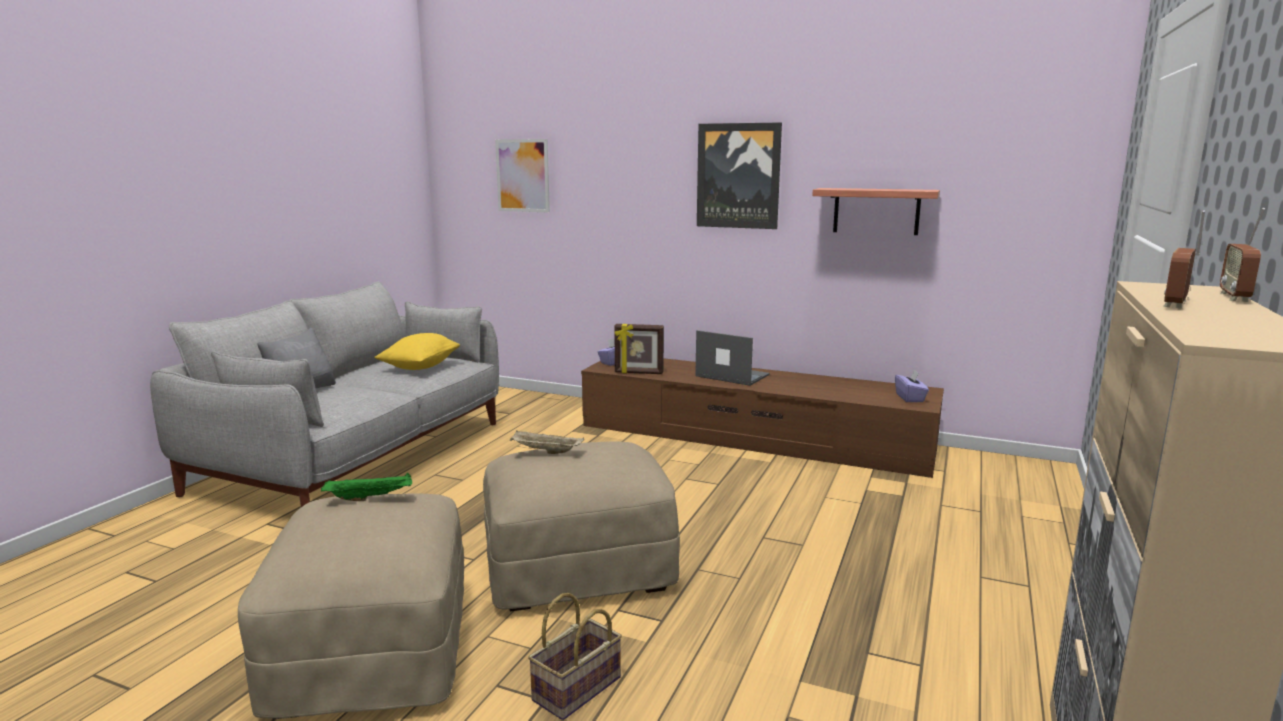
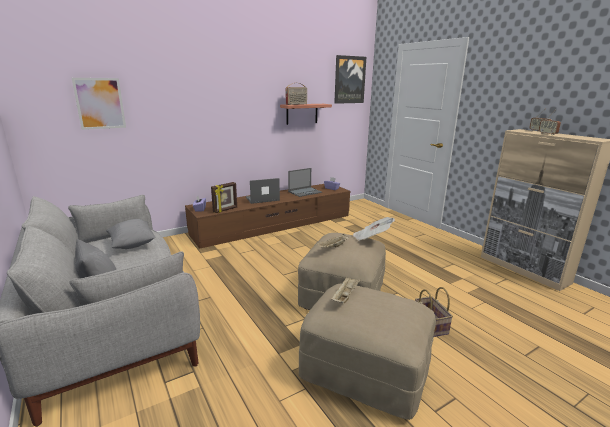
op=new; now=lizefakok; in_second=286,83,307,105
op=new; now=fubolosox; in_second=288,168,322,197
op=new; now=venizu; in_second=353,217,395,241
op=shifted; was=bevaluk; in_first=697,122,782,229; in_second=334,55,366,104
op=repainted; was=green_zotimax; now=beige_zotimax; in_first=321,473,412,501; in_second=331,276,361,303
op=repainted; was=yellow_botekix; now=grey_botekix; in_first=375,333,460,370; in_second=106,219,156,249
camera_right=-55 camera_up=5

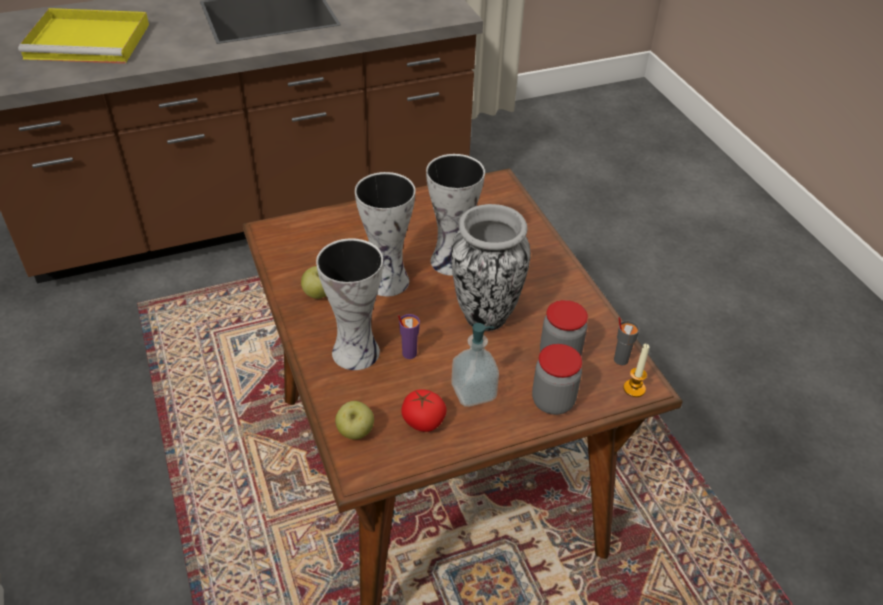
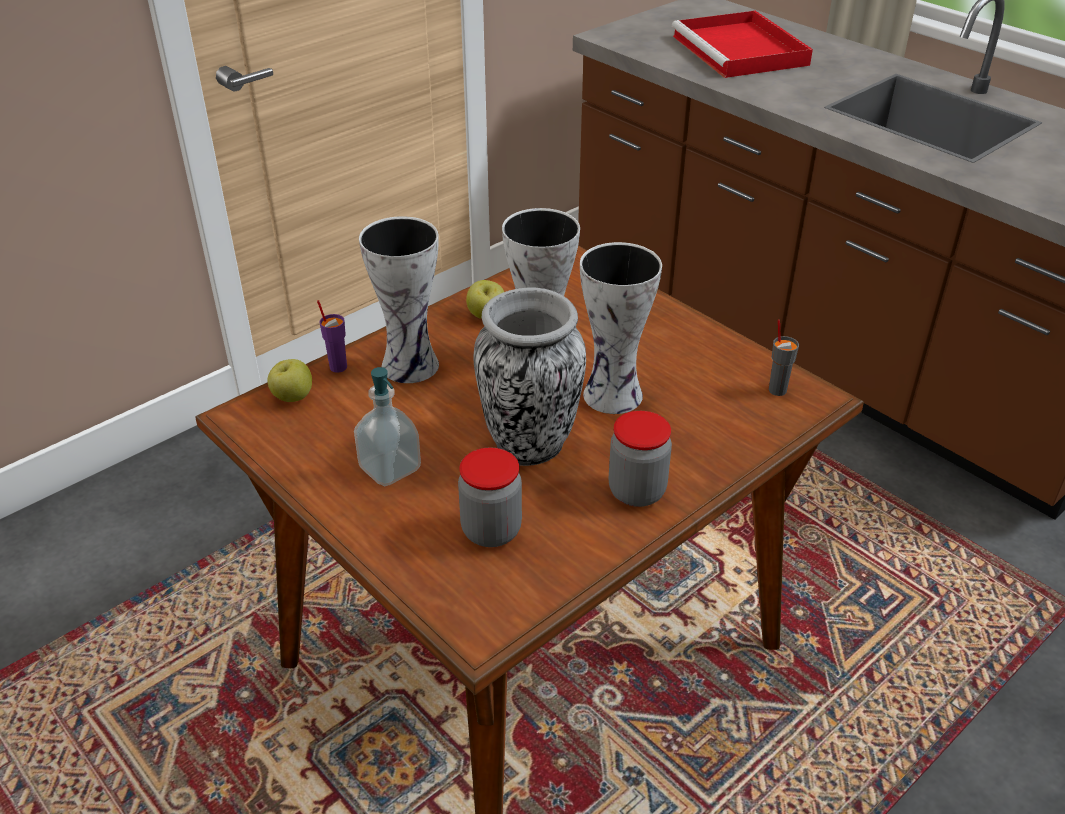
op=gone; was=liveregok; in_first=401,389,447,432
op=gone; was=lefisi; in_first=623,344,649,397
op=shifted; was=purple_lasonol; in_first=398,314,420,359; in_second=317,300,347,373
op=shifted; was=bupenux; in_first=532,344,582,415; in_second=608,411,672,507
op=shifted; was=grey_lasonol; in_first=614,317,640,365; in_second=769,320,799,396
op=repainted; was=yellow_zotimax; now=red_zotimax; in_first=18,8,149,64; in_second=671,11,813,78
camera_right=70 camera_up=-5

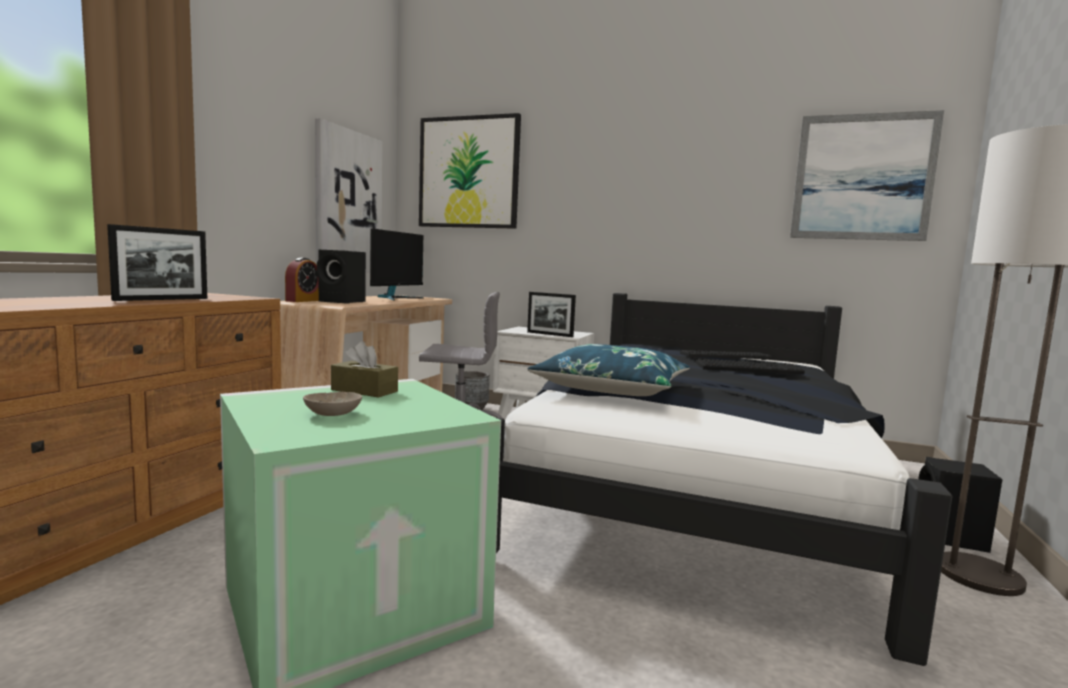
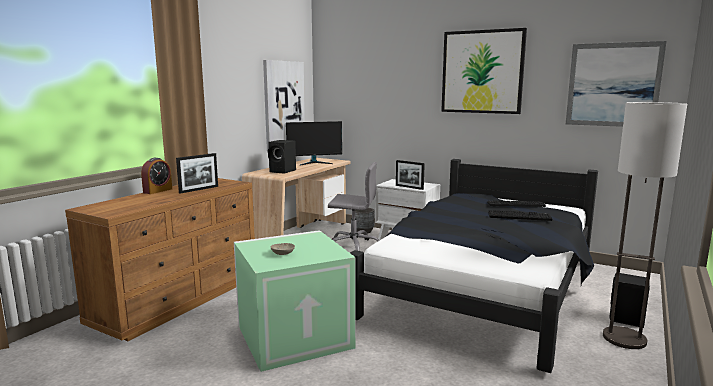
op=gone; was=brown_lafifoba; in_first=331,341,398,398
op=gone; was=blue_botekix; in_first=527,344,690,396
op=shifted; was=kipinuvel; in_first=285,258,319,302; in_second=141,158,172,194
op=shifted; was=bevaluk; in_first=419,113,521,229; in_second=441,28,527,114
op=rotated; was=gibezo; in_first=370,228,424,301; in_second=286,121,342,166; clockwise=45
camera_right=10 camera_up=5

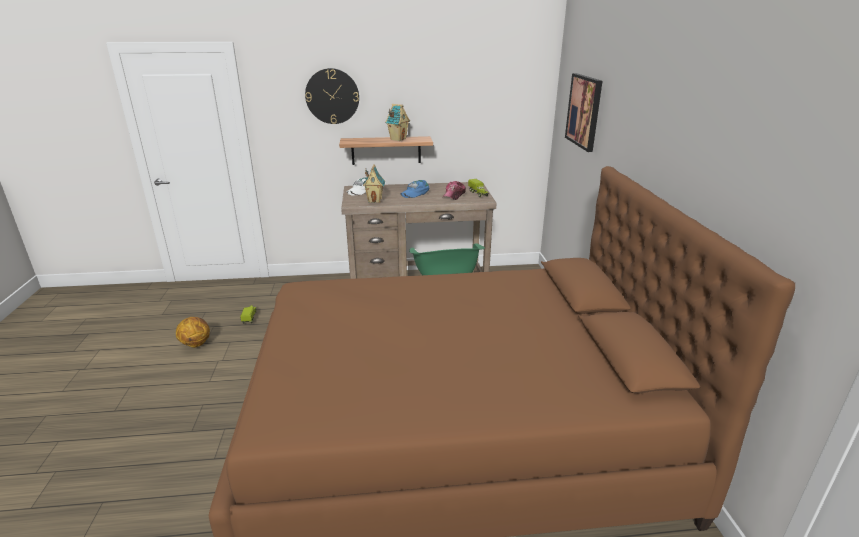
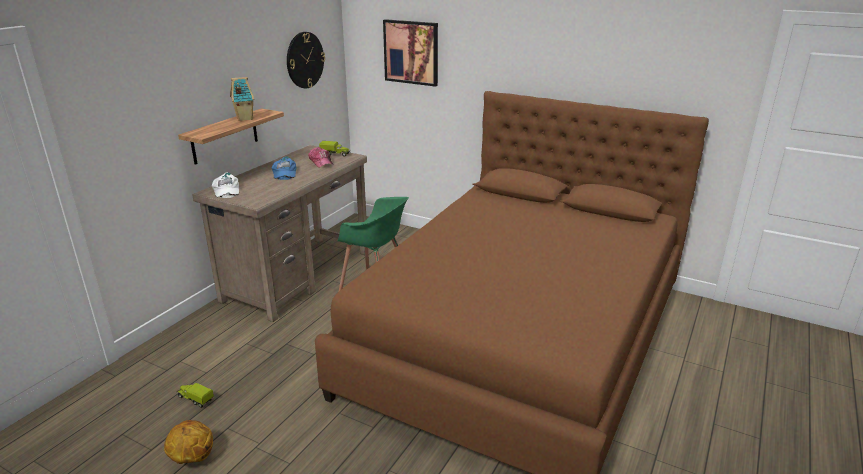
op=gone; was=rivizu; in_first=363,164,385,203
op=shifted; was=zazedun; in_first=305,68,359,124; in_second=287,32,325,88
camera_right=-55 camera_up=0

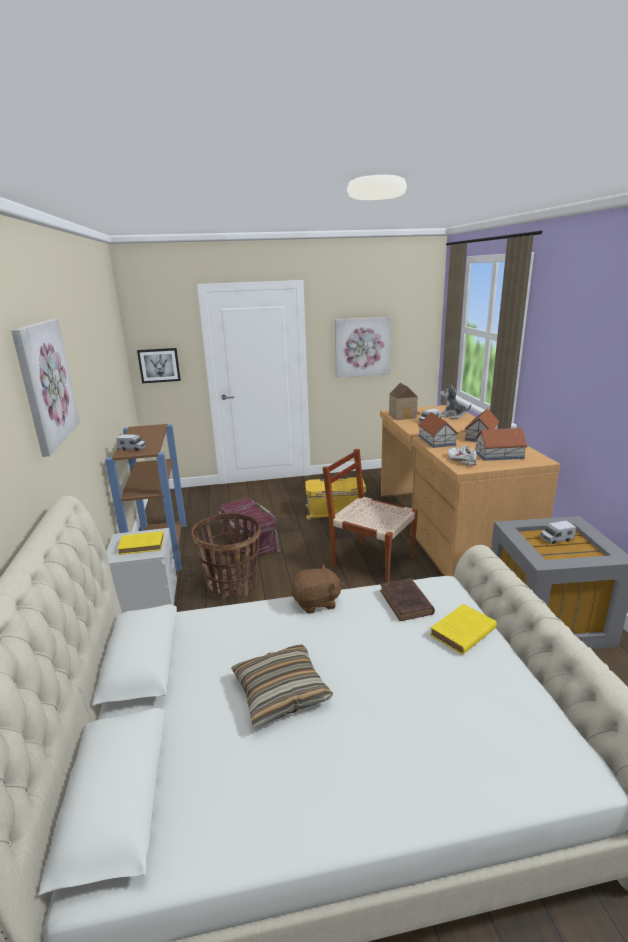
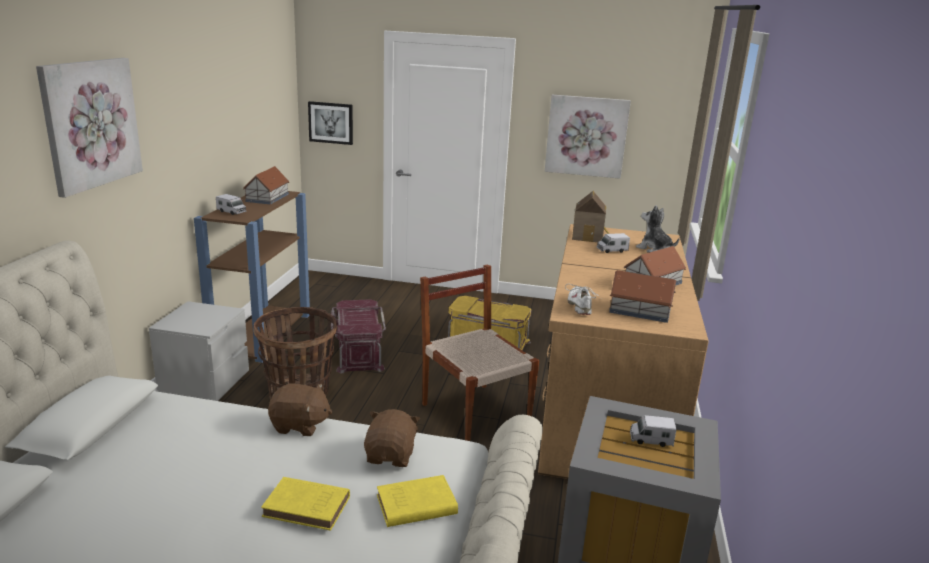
op=gone; was=botekix; in_first=231,644,333,727
op=shifted; was=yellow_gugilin; in_first=117,531,164,555; in_second=261,477,350,531
op=shifted; was=rivizu; in_first=418,412,458,448; in_second=243,166,289,204
op=swapped; was=brown_gugilin; now=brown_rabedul; in_first=380,578,435,621; in_second=364,409,420,467
camera_right=20 camera_up=0

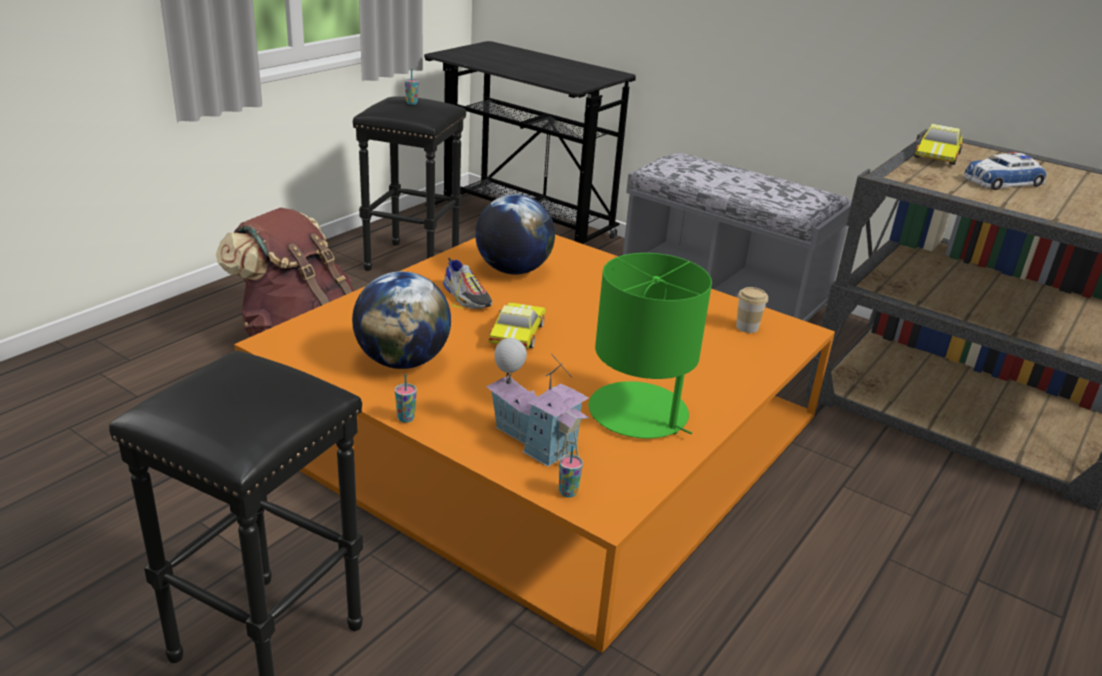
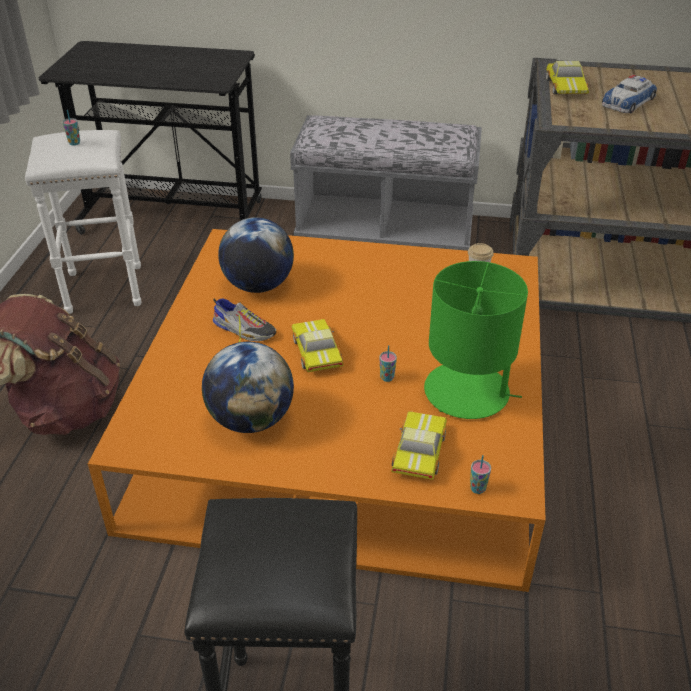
op=shifted; was=lasonol; in_first=395,374,417,423; in_second=379,345,397,382
op=swapped; was=rivizu; now=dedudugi; in_first=486,338,589,467; in_second=391,411,447,480
op=repainted; was=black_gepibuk; now=white_gepibuk; in_first=353,96,466,271; in_second=25,130,141,314
camera_right=-25 camera_up=10

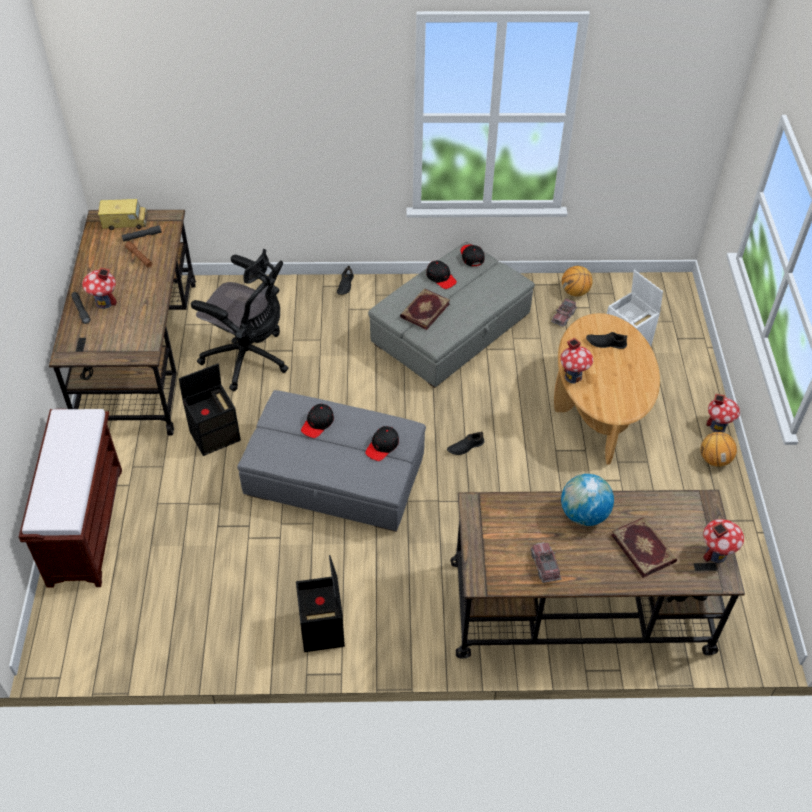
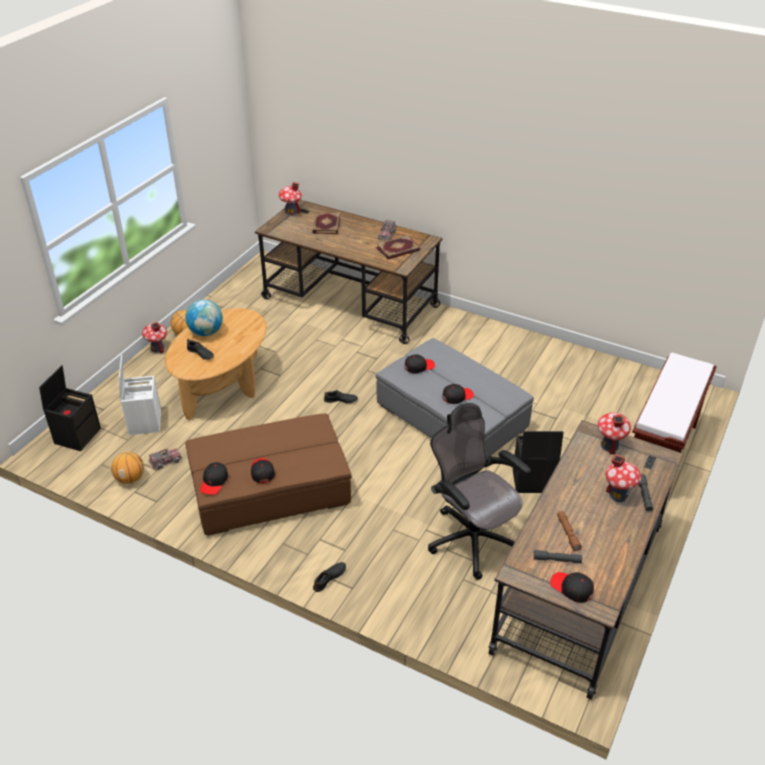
op=shifted; was=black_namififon; in_first=296,555,345,652; in_second=39,365,101,451
op=shifted; was=gugilin; in_first=400,288,450,330; in_second=376,235,420,259
op=shifted; was=rivizu; in_first=560,338,593,384; in_second=598,412,631,454
op=shifted; was=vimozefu; in_first=561,474,614,526; in_second=185,300,223,336
op=swapped; was=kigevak; now=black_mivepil; in_first=98,199,148,230; in_second=550,572,594,603
op=repainted; was=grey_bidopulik; now=brown_bidopulik; in_first=368,242,535,388; in_second=185,413,352,536
camera_right=-150 camera_up=-10

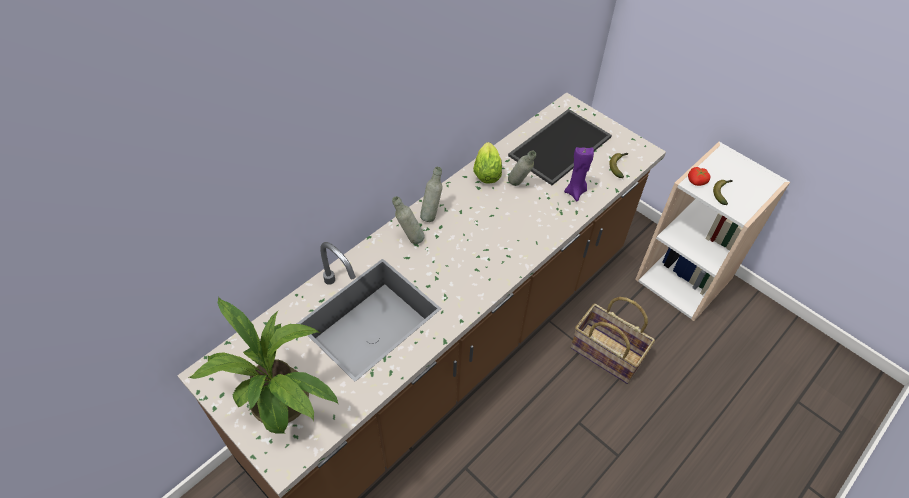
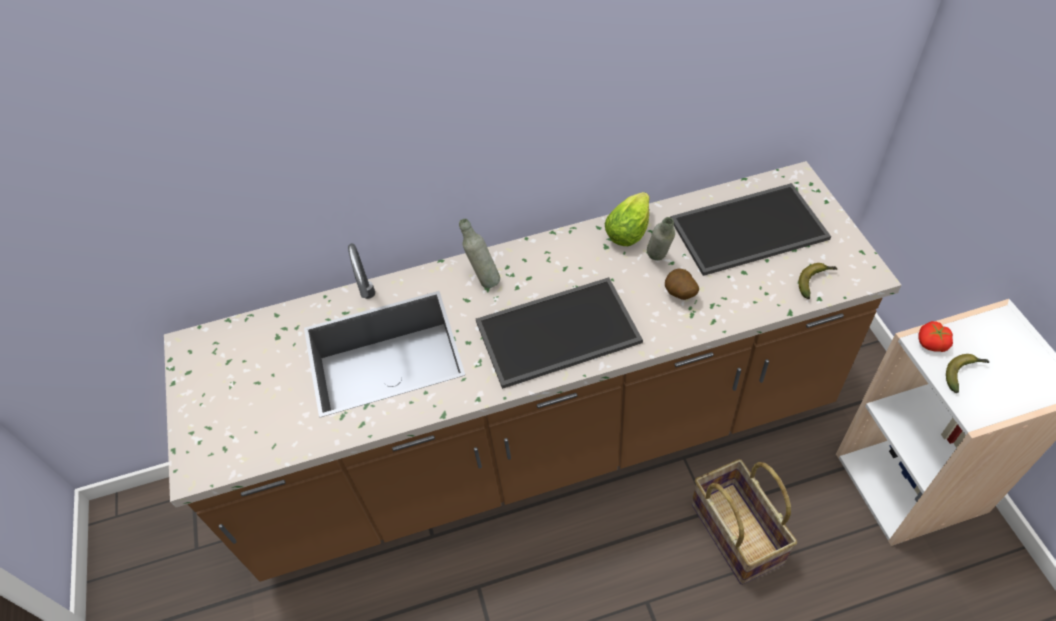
op=gone; was=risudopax; in_first=189,297,339,434
op=gone; was=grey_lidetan; in_first=420,167,443,222
op=gone; was=purple_lefisi; in_first=564,147,594,202
op=new; now=zotimax; in_second=476,277,643,389
op=new; now=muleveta; in_second=665,268,699,300
camera_right=35 camera_up=0

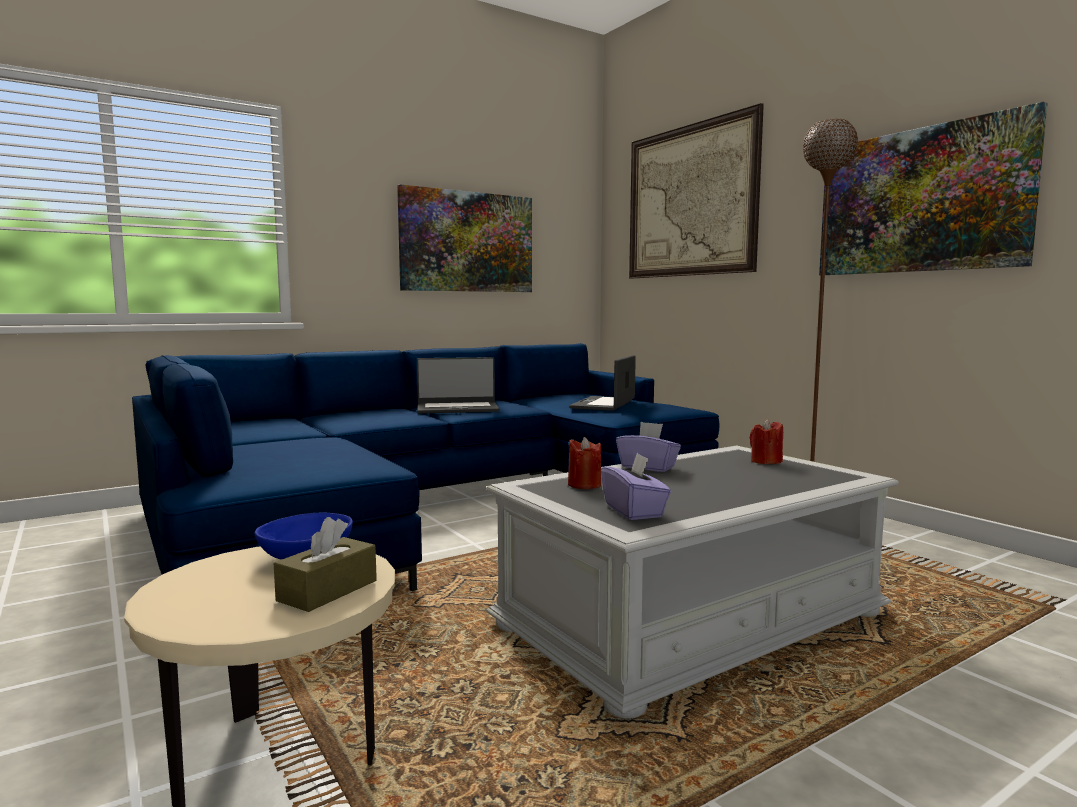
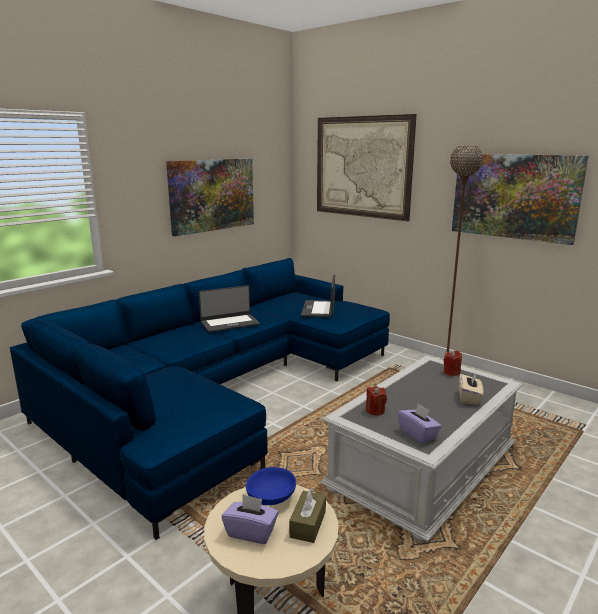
op=new; now=beige_lafifoba; in_second=459,373,483,405
op=shifted; was=purple_lafifoba; in_first=616,422,681,472; in_second=222,494,279,544
camera_right=-15 camera_up=10

